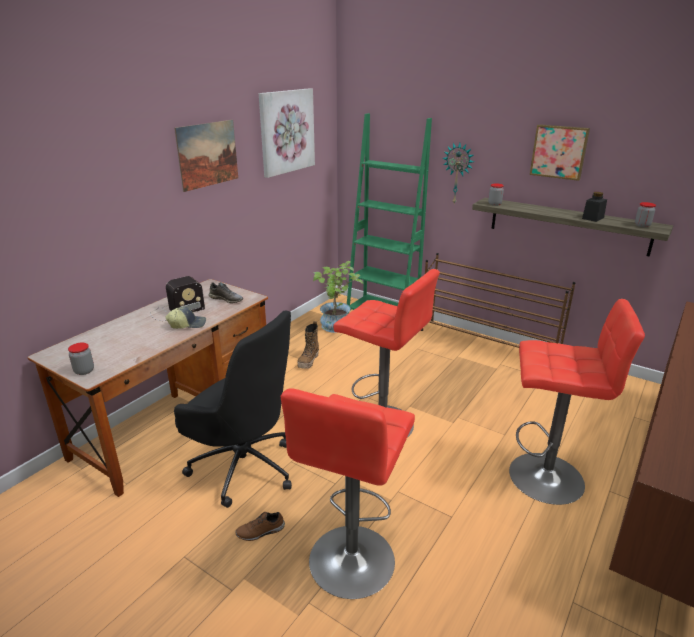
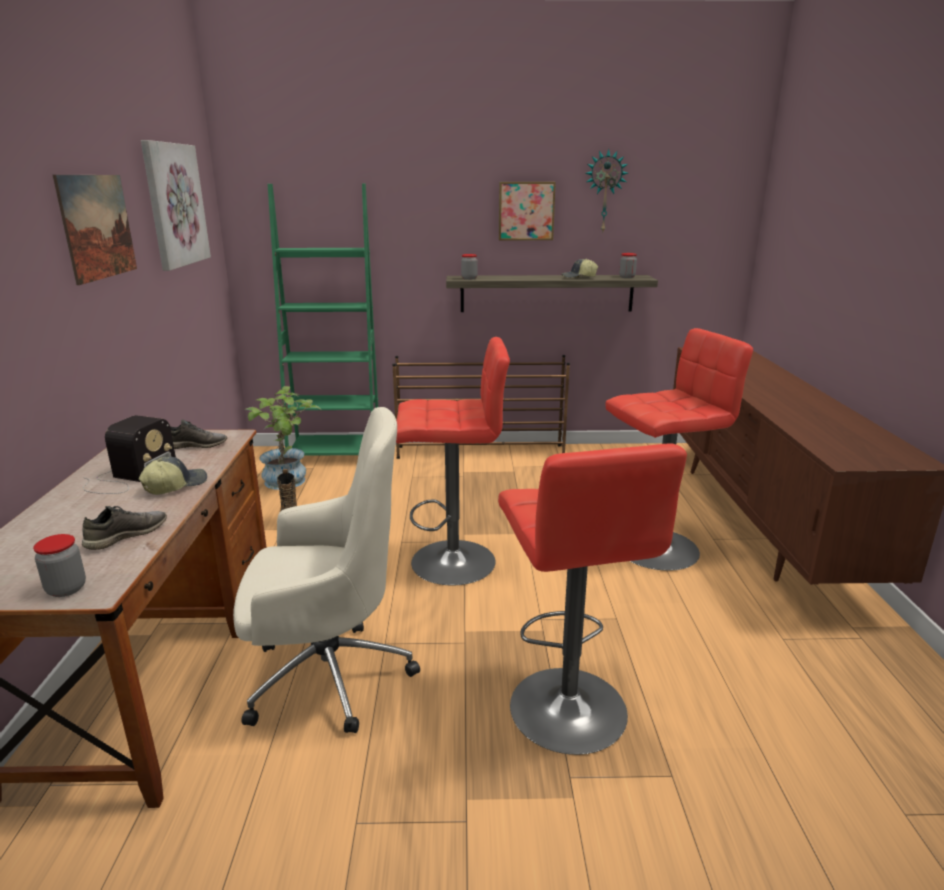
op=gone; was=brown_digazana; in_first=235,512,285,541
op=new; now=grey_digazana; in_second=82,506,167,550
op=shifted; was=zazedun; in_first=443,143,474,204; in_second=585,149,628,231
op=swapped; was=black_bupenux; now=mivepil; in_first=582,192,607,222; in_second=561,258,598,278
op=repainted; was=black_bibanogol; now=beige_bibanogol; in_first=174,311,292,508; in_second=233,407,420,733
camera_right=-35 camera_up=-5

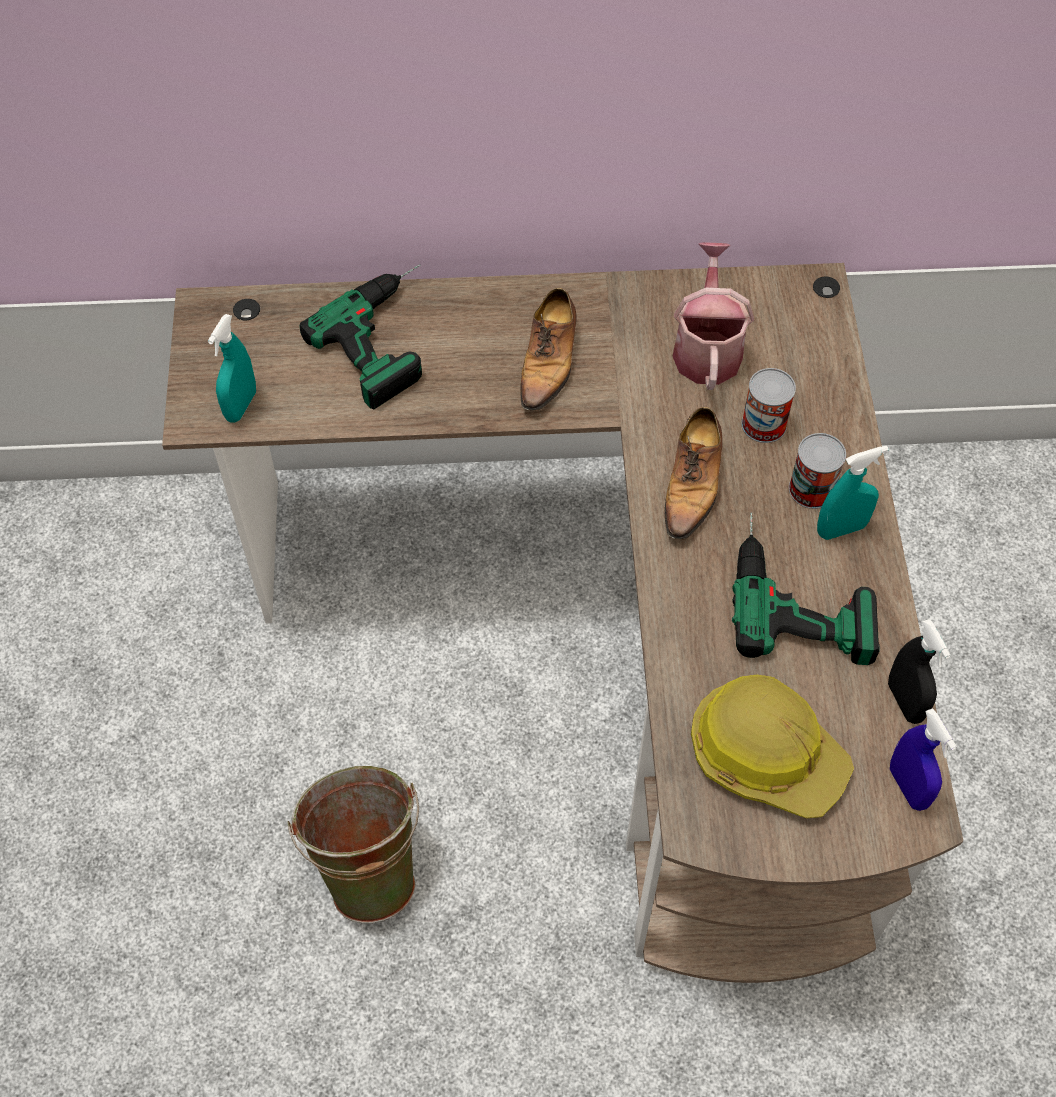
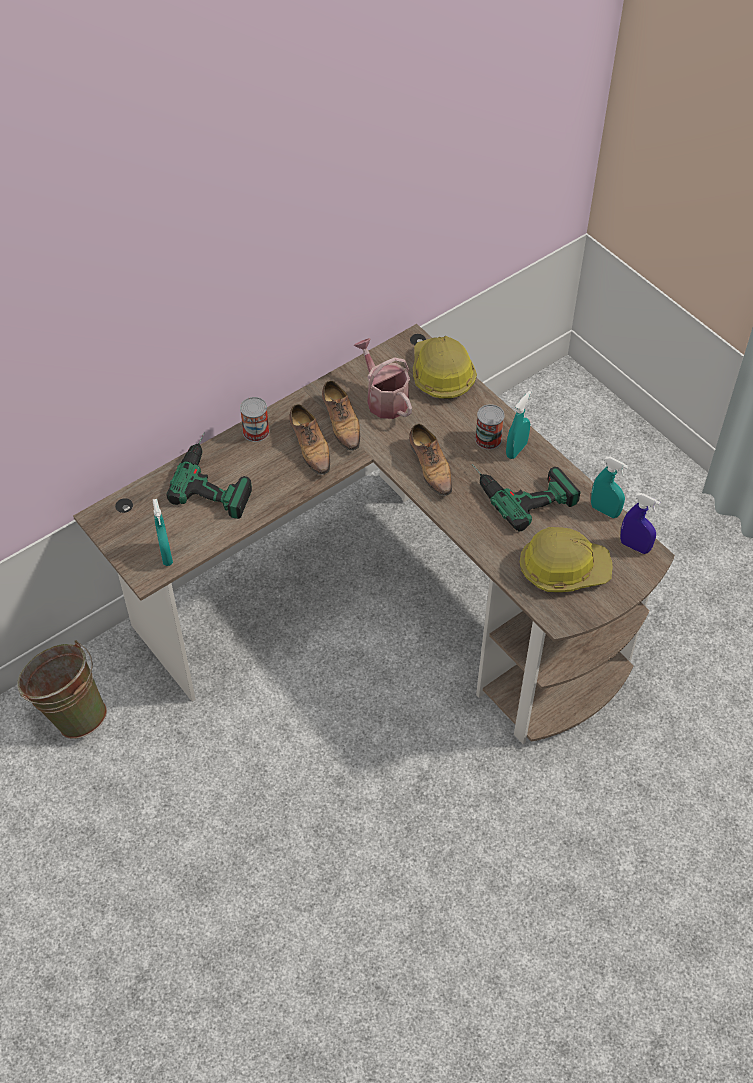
op=new; now=digazana; in_second=322,380,360,451
op=new; now=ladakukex; in_second=413,336,477,400
op=shifted; was=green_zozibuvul; in_first=287,766,419,923; in_second=17,640,107,739
op=shifted; was=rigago; in_first=742,368,796,443; in_second=240,397,269,442
op=repainted; was=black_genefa; now=turquoise_genefa; in_first=888,619,951,724; in_second=591,456,628,518
camera_right=-35 camera_up=-5

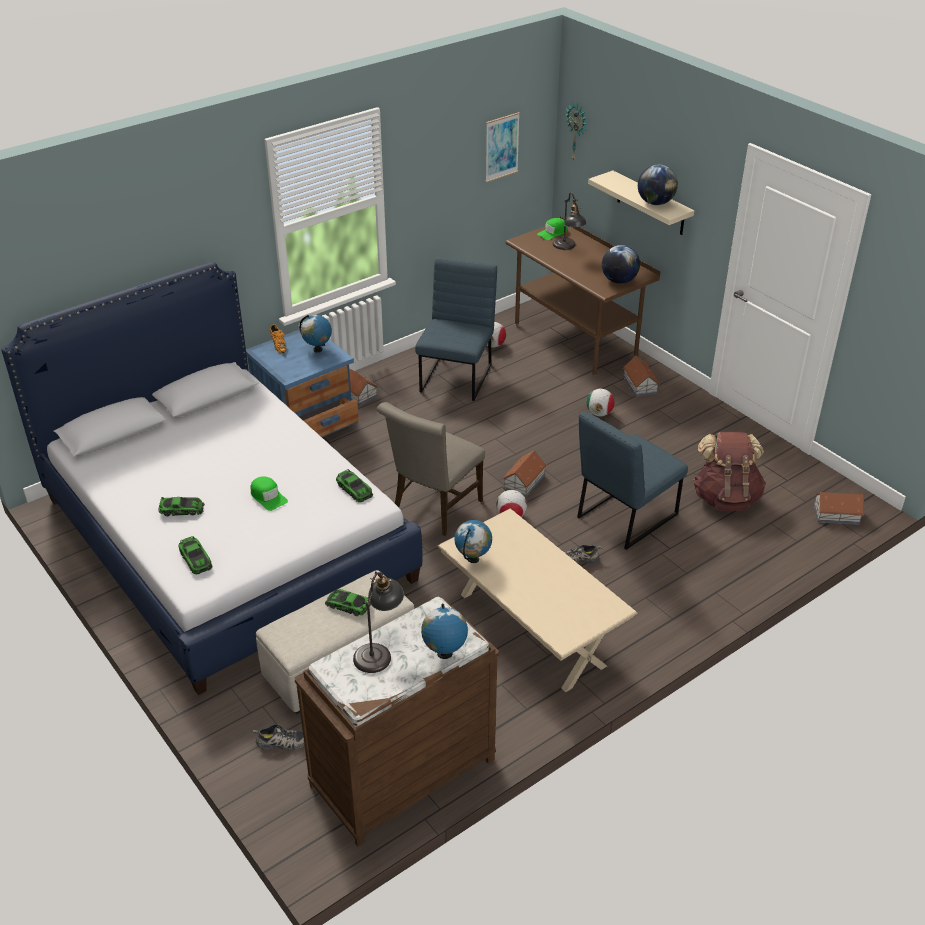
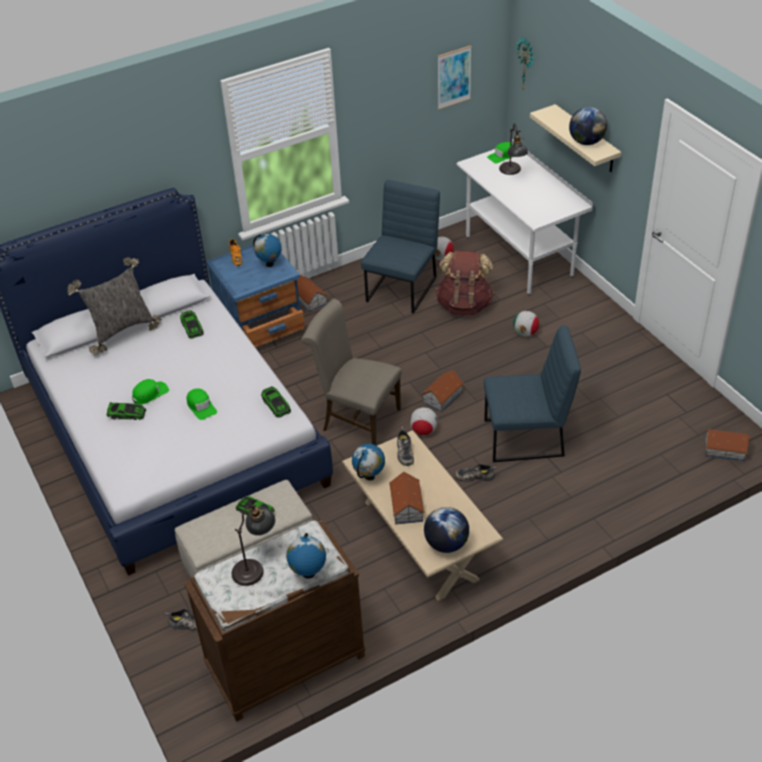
op=new; now=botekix; in_second=67,257,163,355
op=new; now=green_mivepil; in_second=132,379,169,404
op=new; now=digazana; in_second=397,426,414,466
op=shifted; was=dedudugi; in_first=179,536,212,574; in_second=180,310,204,339
op=shifted; was=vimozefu; in_first=602,245,640,284; in_second=424,507,469,553
op=shifted; was=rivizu; in_first=623,356,660,397; in_second=389,472,425,524
op=shifted; was=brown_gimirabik; in_first=693,432,766,511; in_second=435,250,494,316
op=repainted; was=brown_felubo; now=white_felubo; in_first=506,216,661,377; in_second=456,139,593,296
op=rotated; was=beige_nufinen; in_first=377,402,485,536; in_second=301,298,402,445; clockwise=75
op=rotated; was=blue_nufinen; in_first=577,412,688,550; in_second=484,325,581,462; clockwise=-150
camera_right=10 camera_up=5

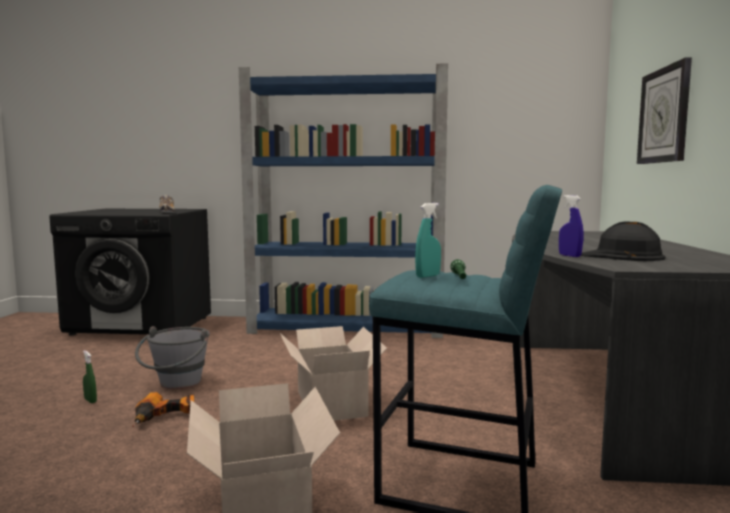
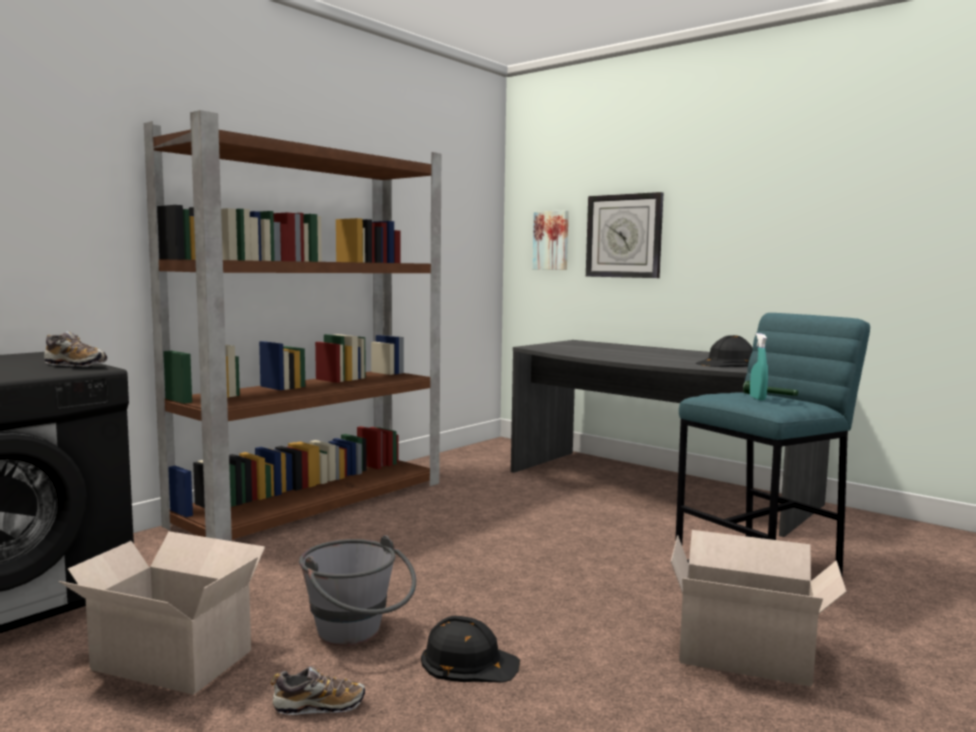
op=gone; was=blue_genefa; in_first=559,195,583,257
op=new; now=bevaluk; in_second=533,210,569,270
op=shifted; was=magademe; in_first=280,326,387,421; in_second=58,531,265,695
op=swapped; was=green_genefa; now=digazana; in_first=83,350,97,403; in_second=271,666,365,715
op=swapped; was=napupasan; now=black_ladakukex; in_first=132,392,194,427; in_second=421,616,520,683
op=repainted; was=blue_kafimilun; now=brown_kafimilun; in_first=239,63,448,338; in_second=144,110,441,541
camera_right=-55 camera_up=0

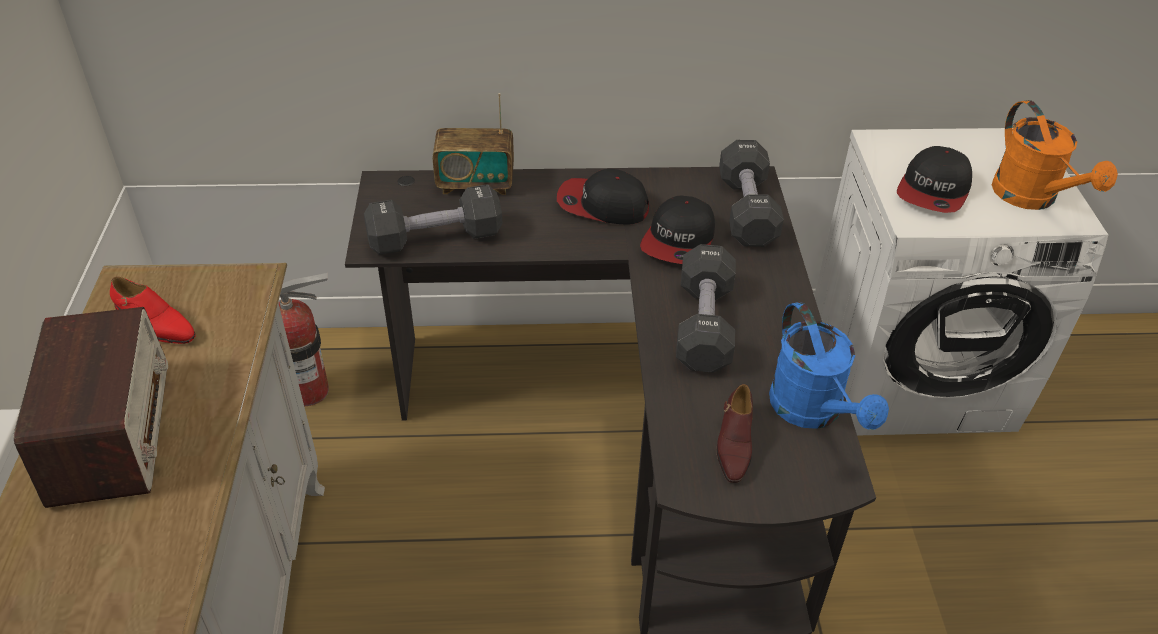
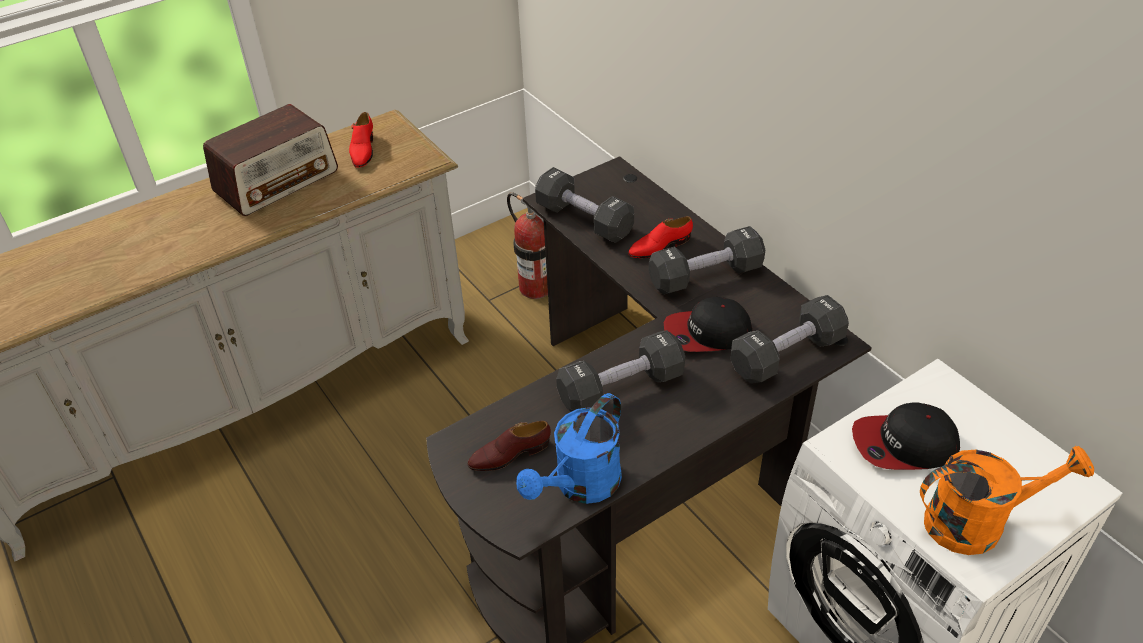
op=gone; was=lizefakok; in_first=432,93,514,195
op=new; now=red_digazana; in_second=628,216,693,258
op=swapped; was=mivepil; now=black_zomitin; in_first=557,169,649,224; in_second=649,226,765,295
op=rotated; was=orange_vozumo; in_first=992,100,1118,210; in_second=920,446,1094,555; clockwise=-135
camera_right=60 camera_up=0

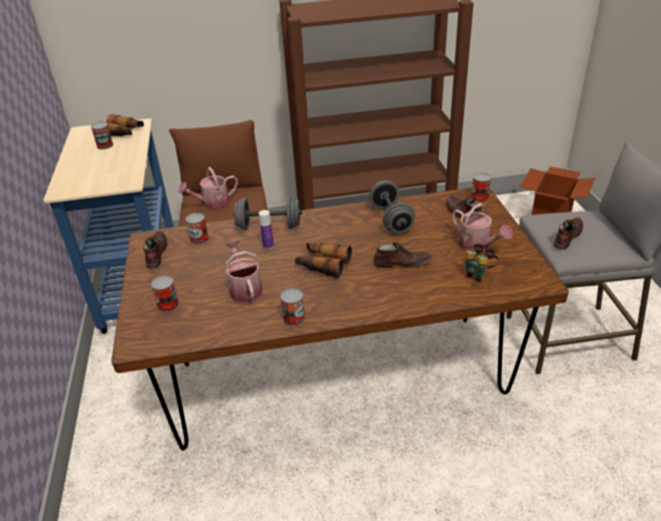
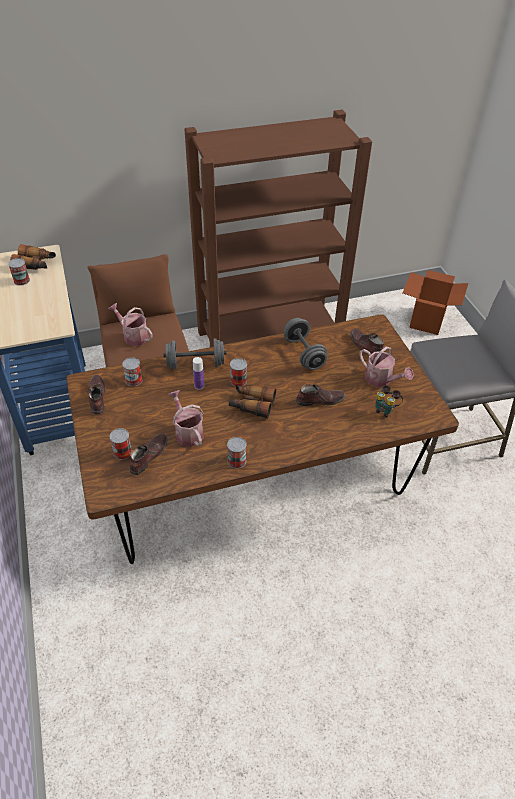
op=shifted; was=rigago; in_first=471,172,491,202; in_second=230,358,247,387
op=shifted; was=brown_digazana; in_first=554,217,583,250; in_second=129,433,168,475
op=rotated; was=vozumo; in_first=178,167,238,210; in_second=108,303,153,346; clockwise=75
camera_right=-10 camera_up=10

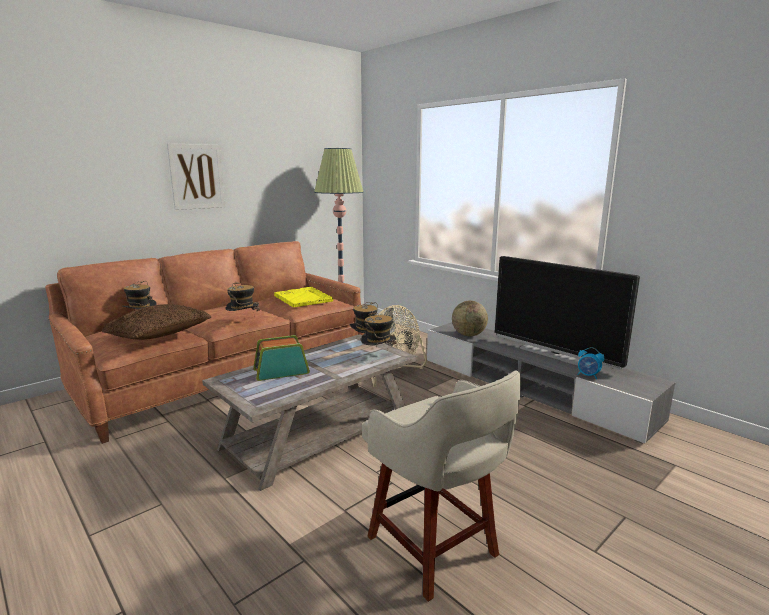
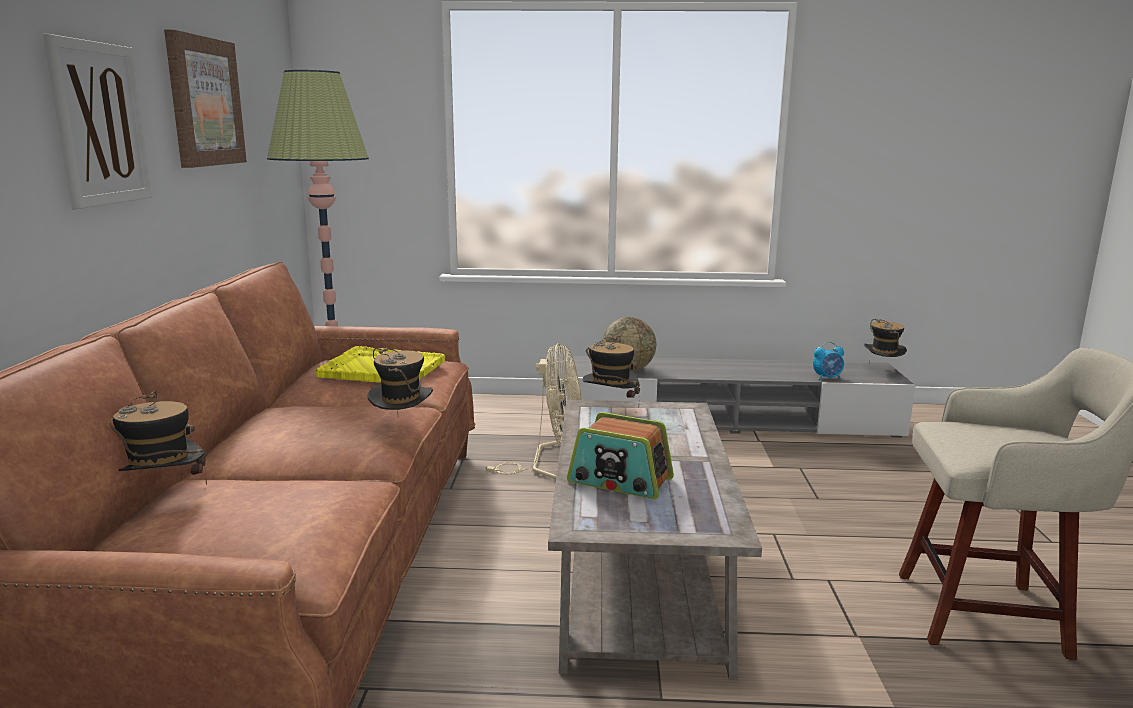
op=gone; was=brown_botekix; in_first=102,304,211,340
op=gone; was=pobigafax; in_first=495,256,640,370
op=new; now=bevaluk; in_second=164,30,247,168
op=shifted; was=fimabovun; in_first=361,311,396,346; in_second=864,319,907,357
op=rotated; was=lizefakok; in_first=253,335,310,381; in_second=567,412,674,499; clockwise=-90
camera_right=-45 camera_up=0

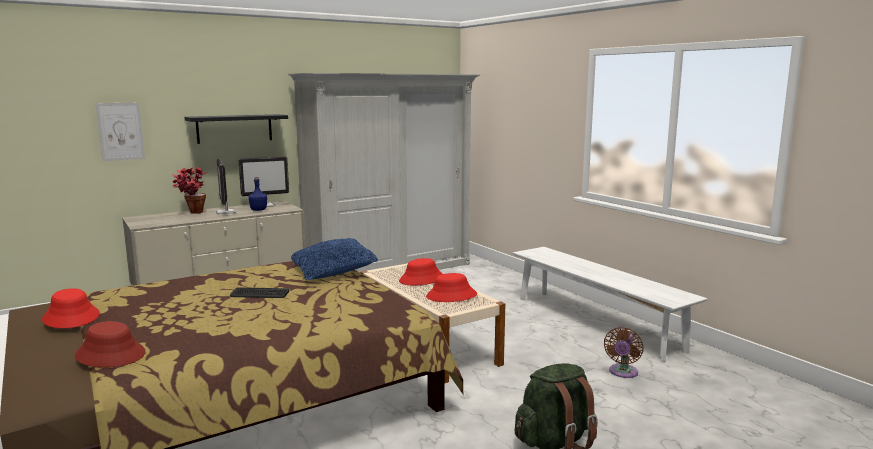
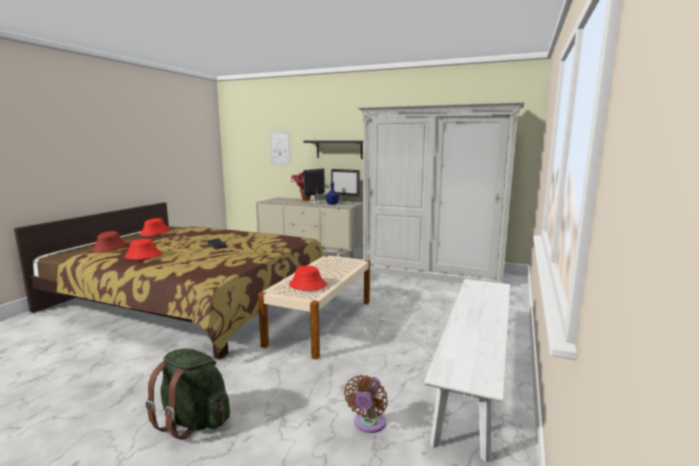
op=gone; was=blue_botekix; in_first=291,238,378,280
op=shifted; was=red_fimabovun; in_first=399,258,443,285; in_second=124,239,162,259
op=rotated; was=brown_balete; in_first=604,327,643,378; in_second=344,375,388,433; clockwise=-60
camera_right=55 camera_up=0

